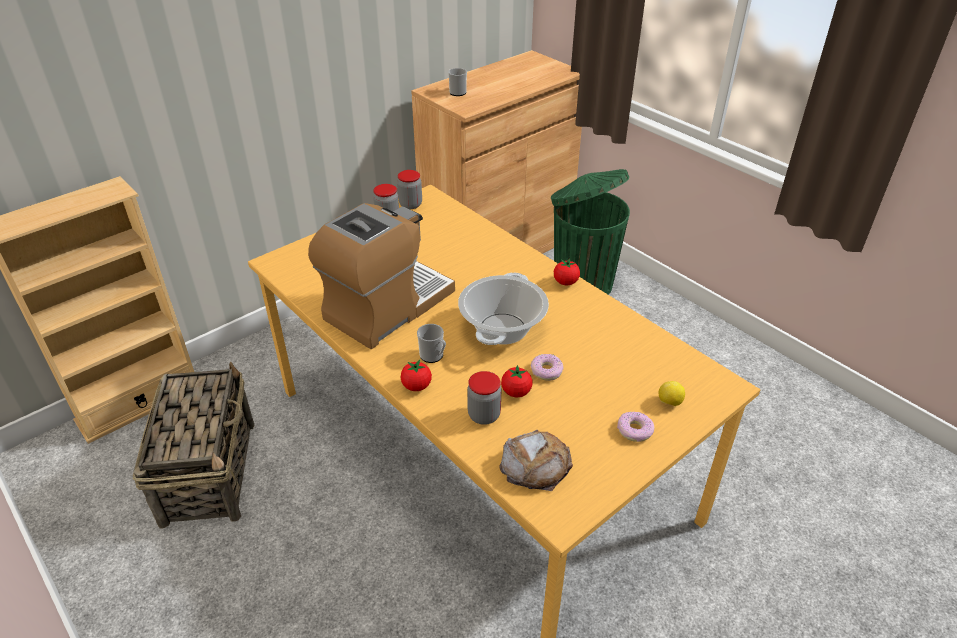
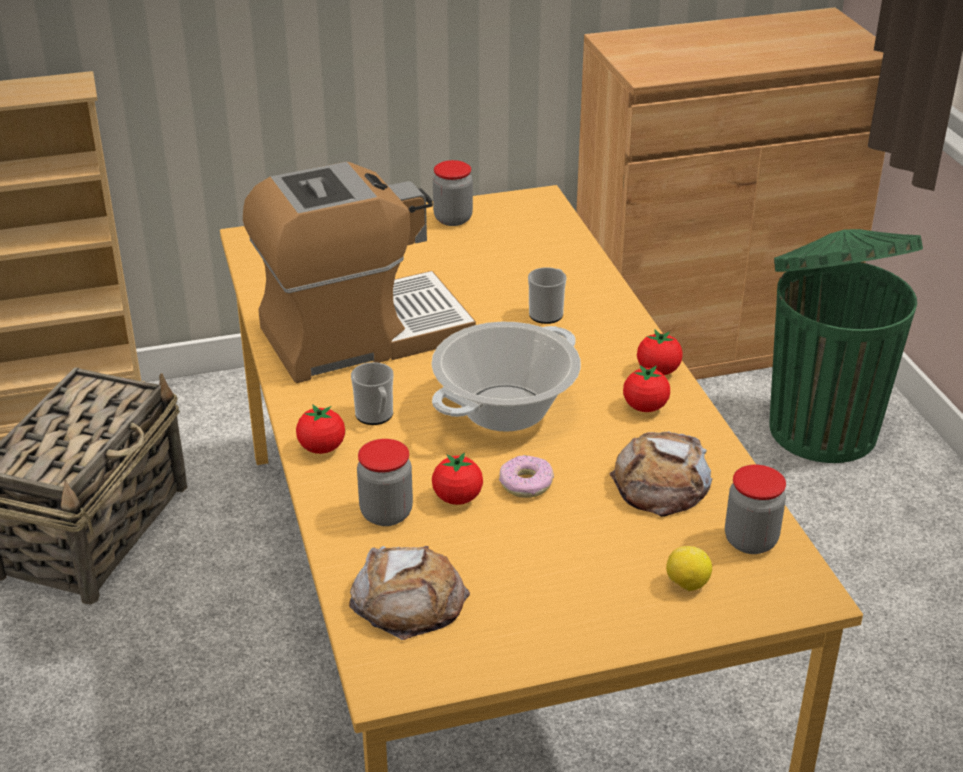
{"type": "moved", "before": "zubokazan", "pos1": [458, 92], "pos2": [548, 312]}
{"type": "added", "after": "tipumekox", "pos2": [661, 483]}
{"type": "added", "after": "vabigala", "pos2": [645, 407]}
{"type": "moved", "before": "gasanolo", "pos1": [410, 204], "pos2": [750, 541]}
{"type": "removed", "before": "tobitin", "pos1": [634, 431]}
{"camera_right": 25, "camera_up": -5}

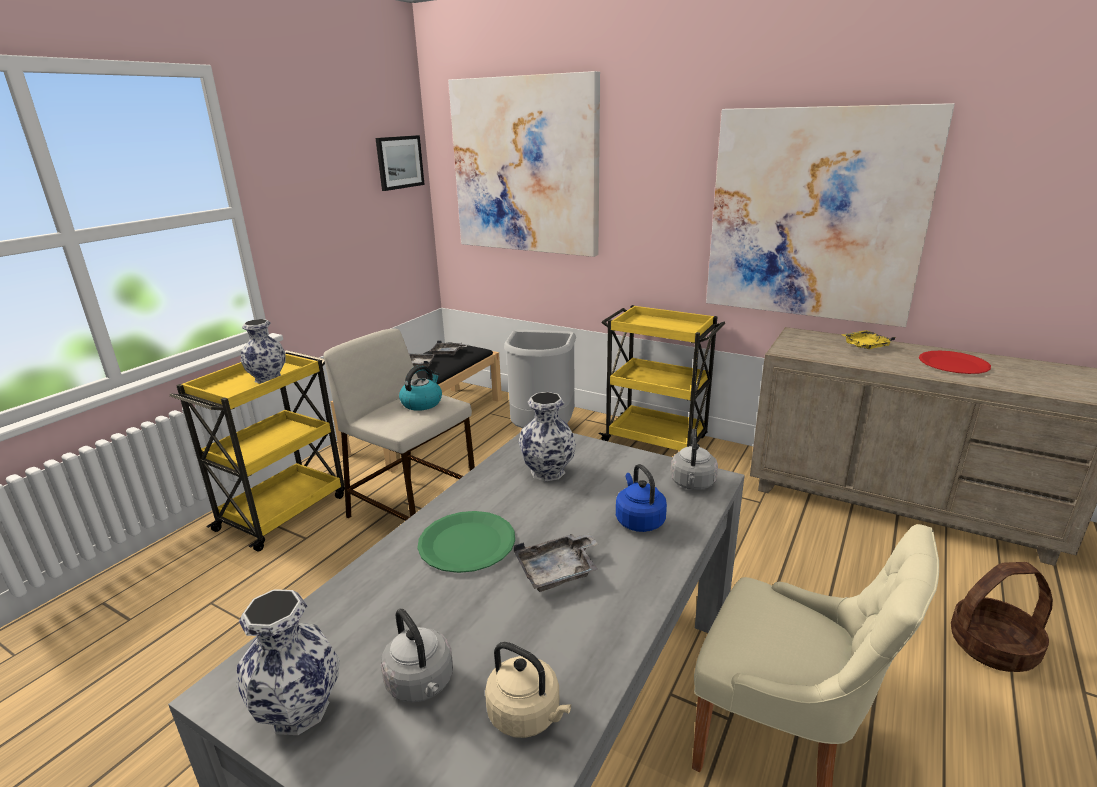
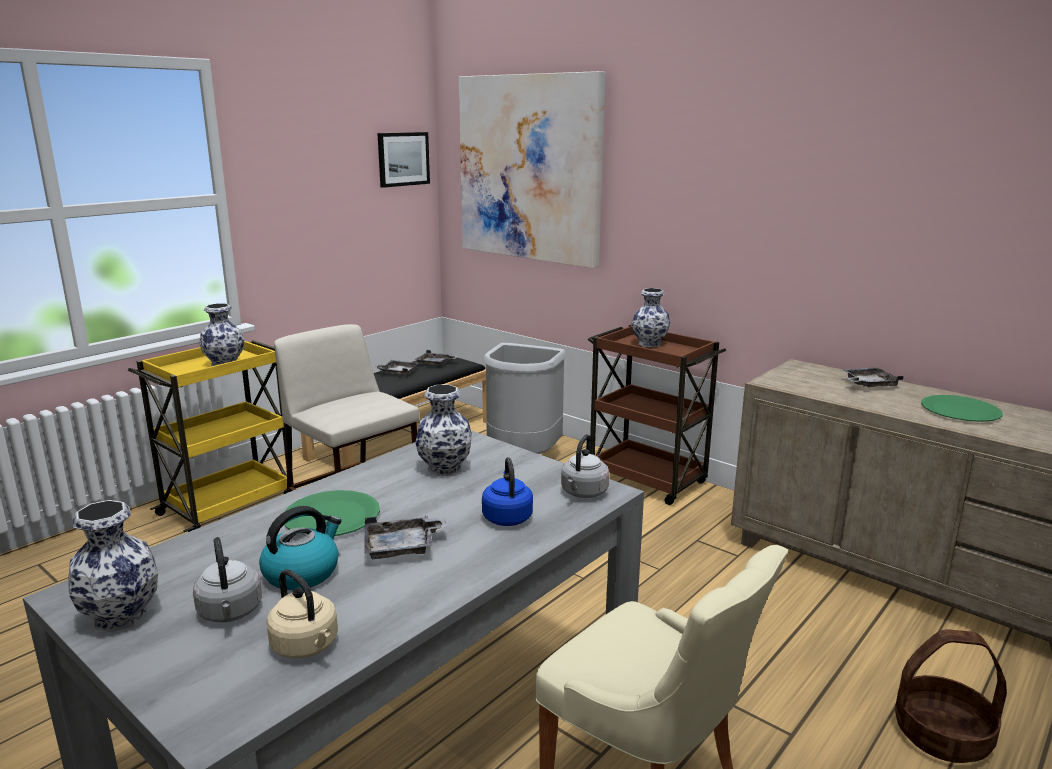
{"type": "moved", "before": "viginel", "pos1": [422, 403], "pos2": [302, 572]}
{"type": "recoloured", "before": "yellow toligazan", "after": "brown toligazan", "pos1": [656, 440], "pos2": [647, 480]}
{"type": "added", "after": "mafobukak", "pos2": [650, 344]}
{"type": "recoloured", "before": "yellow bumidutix", "after": "grey bumidutix", "pos1": [864, 346], "pos2": [868, 384]}
{"type": "recoloured", "before": "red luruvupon", "after": "green luruvupon", "pos1": [953, 364], "pos2": [960, 411]}
{"type": "removed", "before": "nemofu", "pos1": [815, 215]}
{"camera_right": 10, "camera_up": -5}

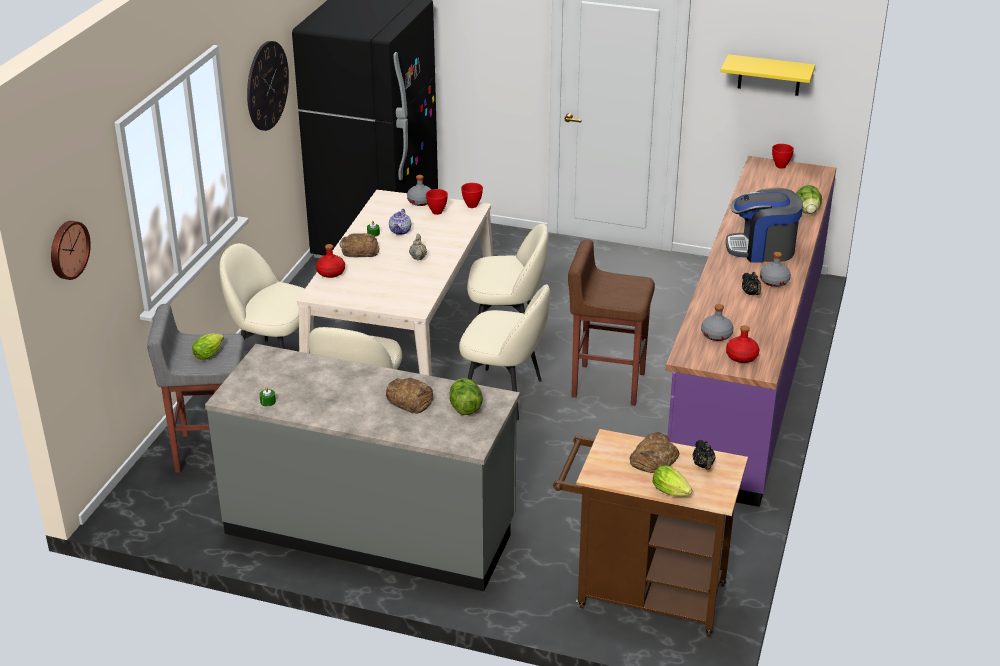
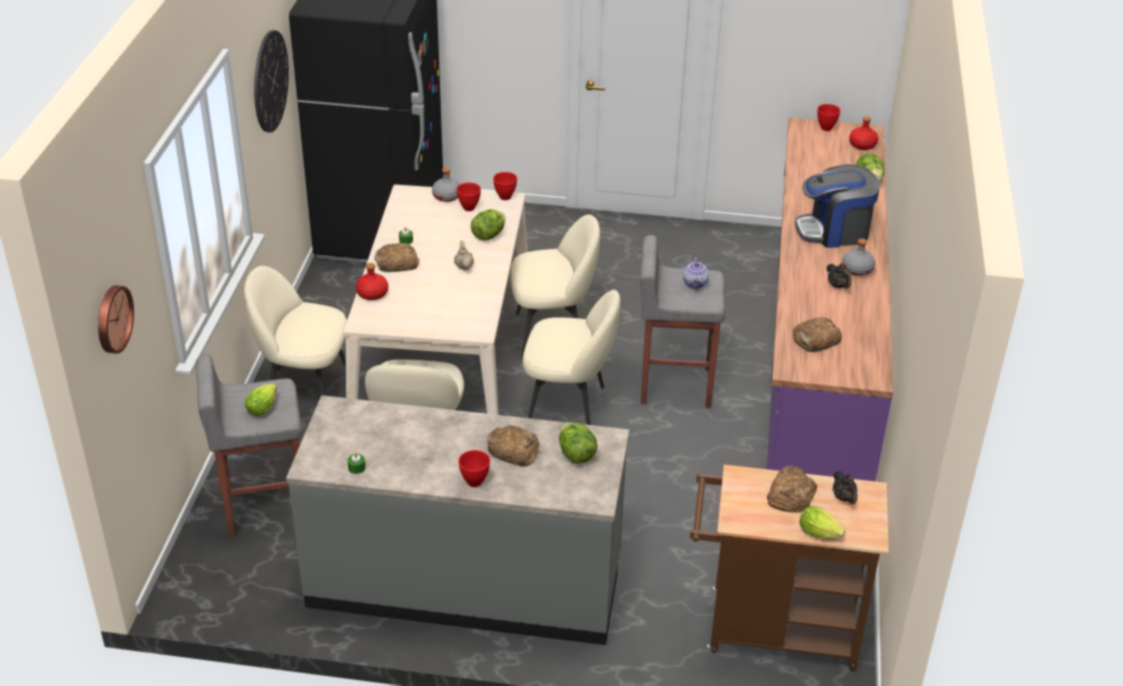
{"type": "added", "after": "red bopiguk", "pos2": [475, 482]}
{"type": "added", "after": "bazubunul", "pos2": [488, 235]}
{"type": "recoloured", "before": "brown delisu", "after": "grey delisu", "pos1": [607, 384], "pos2": [674, 385]}
{"type": "moved", "before": "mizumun", "pos1": [401, 231], "pos2": [695, 284]}
{"type": "replaced", "before": "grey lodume", "after": "tipumekox", "pos1": [716, 335], "pos2": [815, 339]}
{"type": "moved", "before": "red lodume", "pos1": [741, 356], "pos2": [862, 145]}
{"type": "removed", "before": "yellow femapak", "pos1": [769, 75]}
{"camera_right": -10, "camera_up": 5}

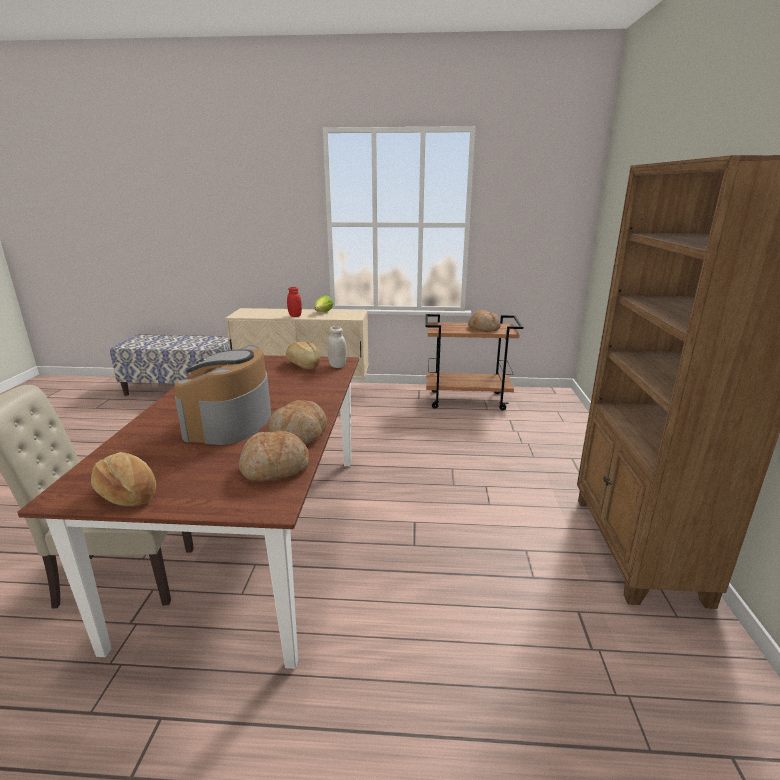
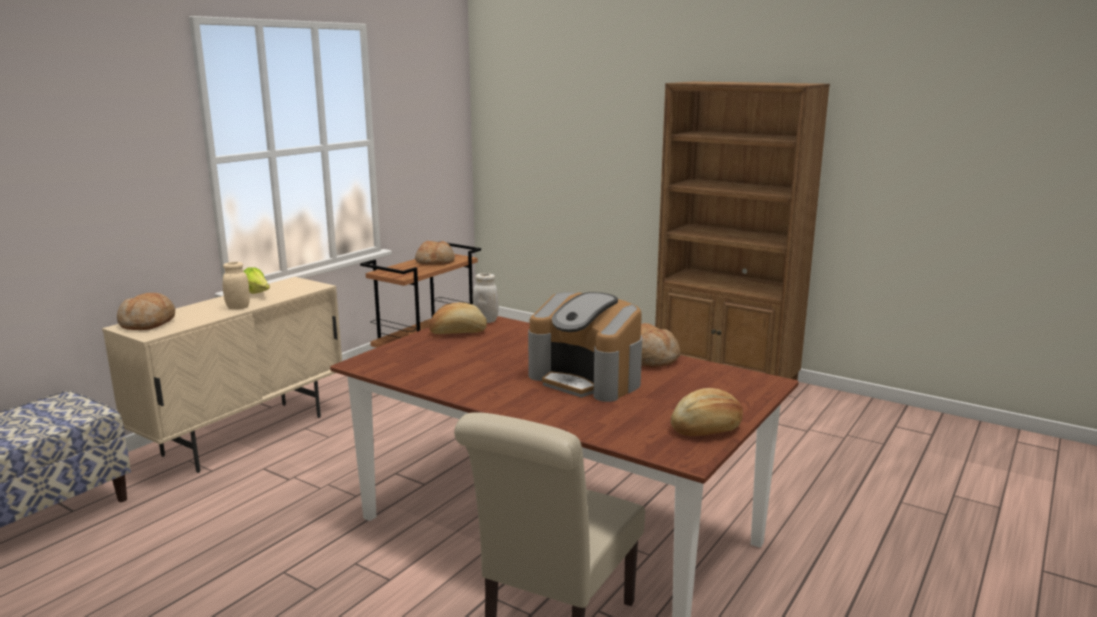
{"type": "moved", "before": "tipumekox", "pos1": [274, 468], "pos2": [148, 323]}
{"type": "recoloured", "before": "red gasanolo", "after": "beige gasanolo", "pos1": [295, 316], "pos2": [238, 307]}
{"camera_right": -60, "camera_up": -5}

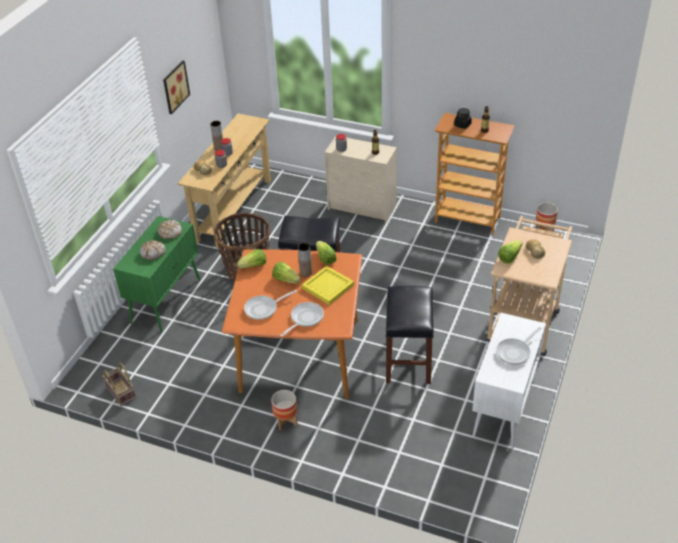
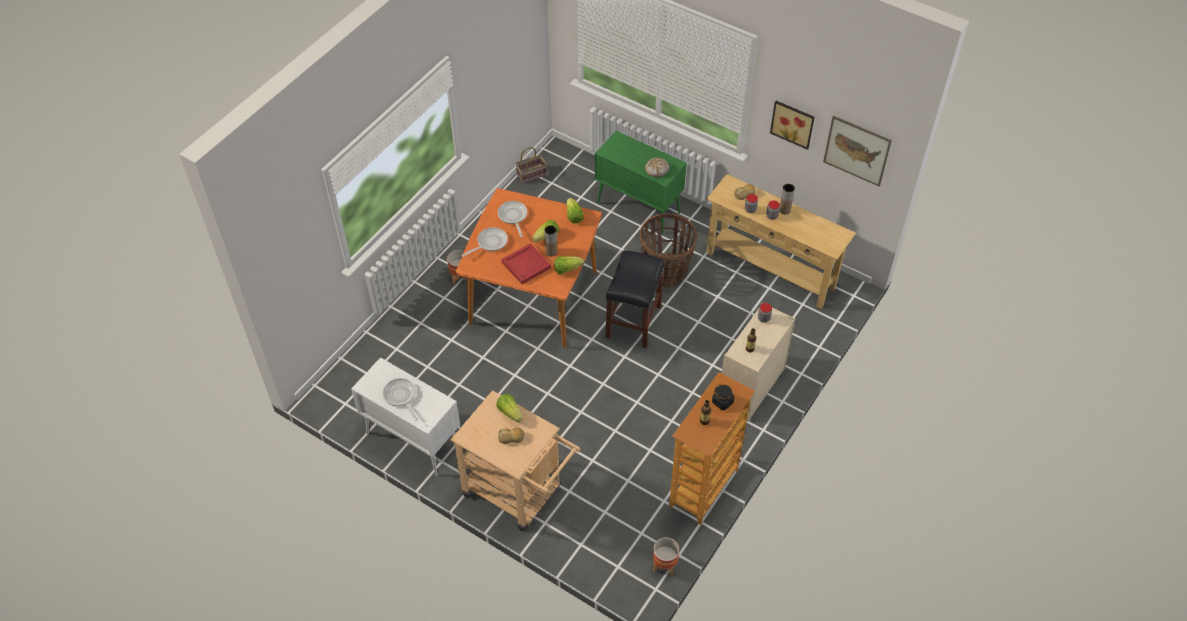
{"type": "turned", "before": "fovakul", "pos1": [305, 319], "pos2": [490, 243], "turn": -90}
{"type": "recoloured", "before": "yellow bumidutix", "after": "red bumidutix", "pos1": [329, 286], "pos2": [526, 265]}
{"type": "added", "after": "nemofu", "pos2": [857, 150]}
{"type": "removed", "before": "tipumekox", "pos1": [153, 253]}
{"type": "removed", "before": "black delisu", "pos1": [409, 362]}
{"camera_right": 100, "camera_up": 10}

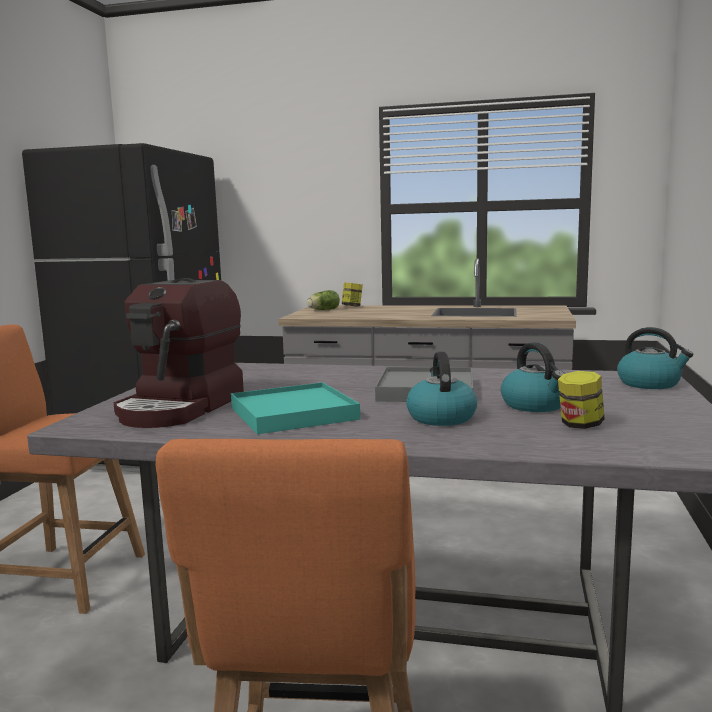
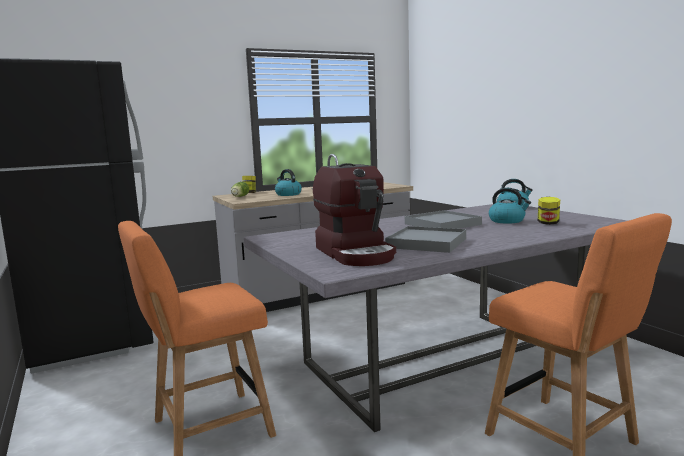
{"type": "moved", "before": "viginel", "pos1": [440, 417], "pos2": [288, 194]}
{"type": "recoloured", "before": "turquoise bumidutix", "after": "grey bumidutix", "pos1": [293, 413], "pos2": [426, 243]}
{"camera_right": -40, "camera_up": 0}

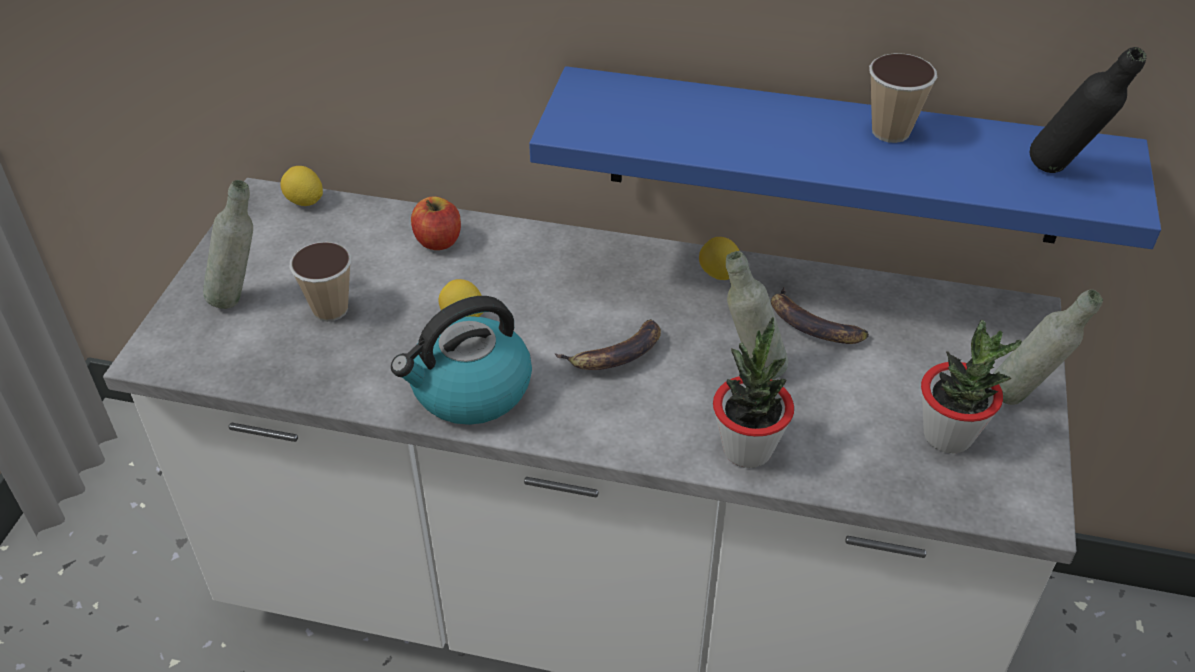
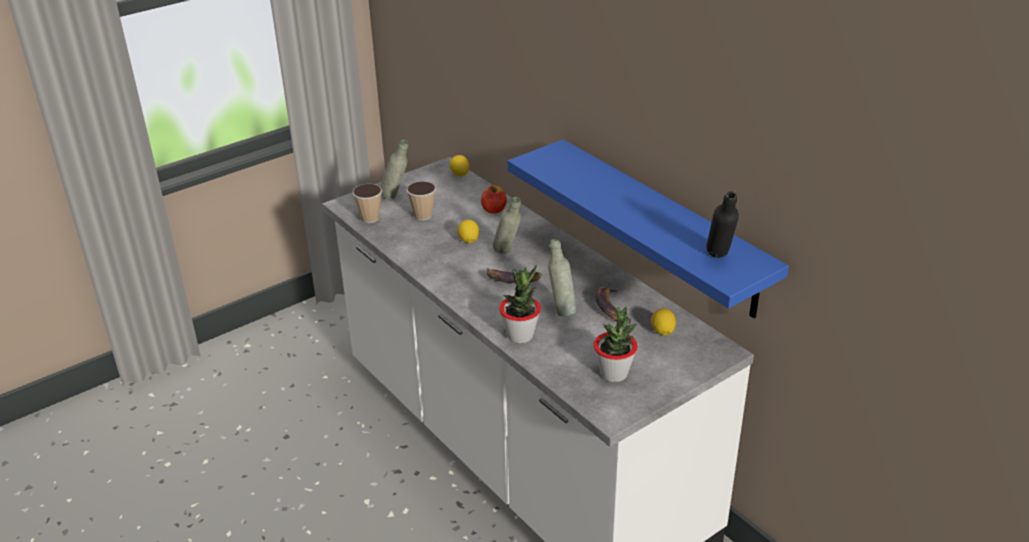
{"type": "moved", "before": "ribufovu", "pos1": [890, 131], "pos2": [370, 218]}
{"type": "moved", "before": "grey lodume", "pos1": [1023, 397], "pos2": [508, 254]}
{"type": "moved", "before": "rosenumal", "pos1": [719, 274], "pos2": [662, 331]}
{"type": "removed", "before": "viginel", "pos1": [469, 390]}
{"camera_right": 40, "camera_up": -10}

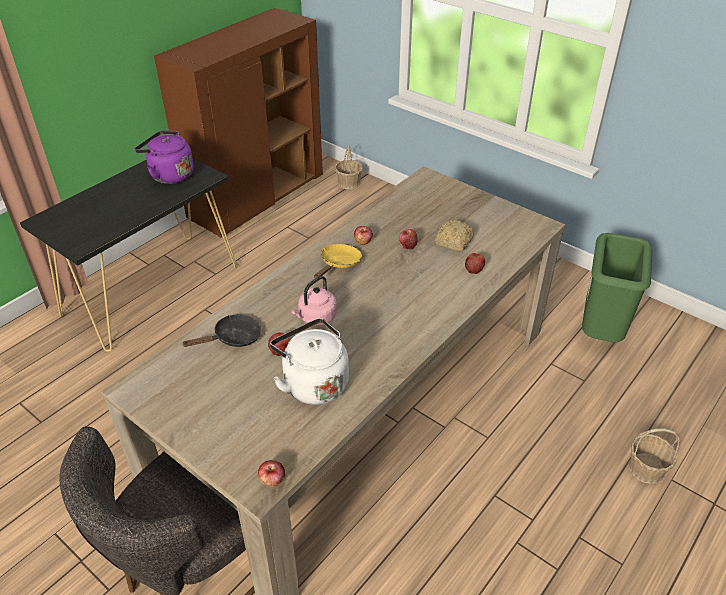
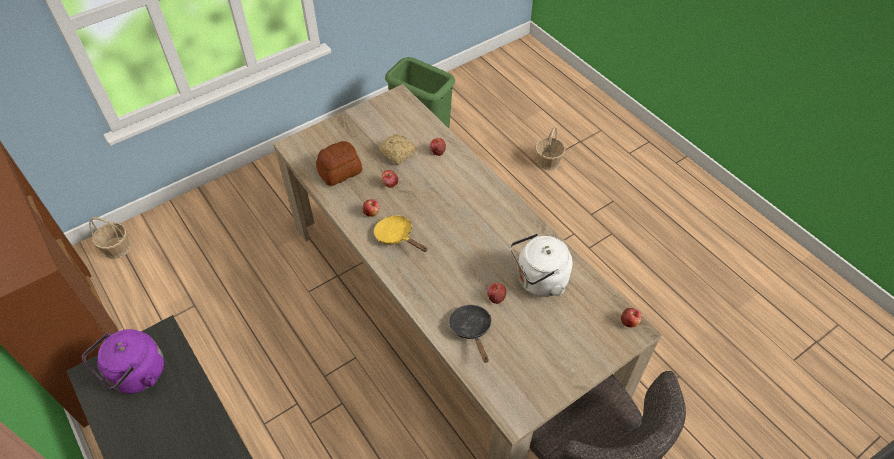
{"type": "added", "after": "tipumekox", "pos2": [339, 172]}
{"type": "removed", "before": "pink viginel", "pos1": [316, 317]}
{"camera_right": -75, "camera_up": 10}

